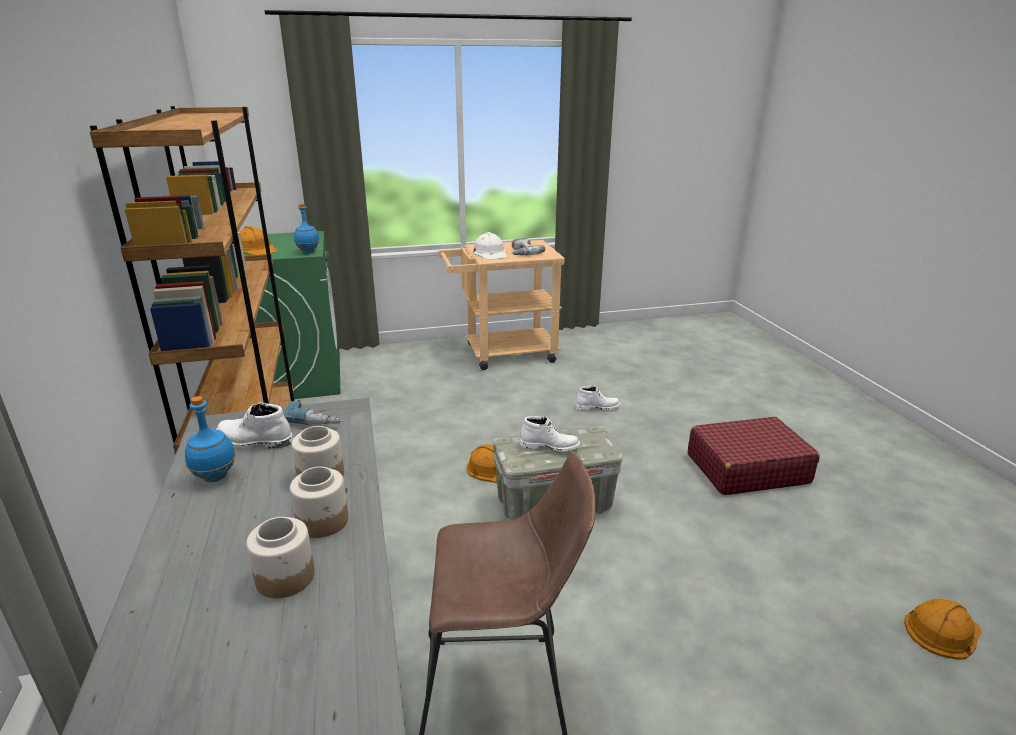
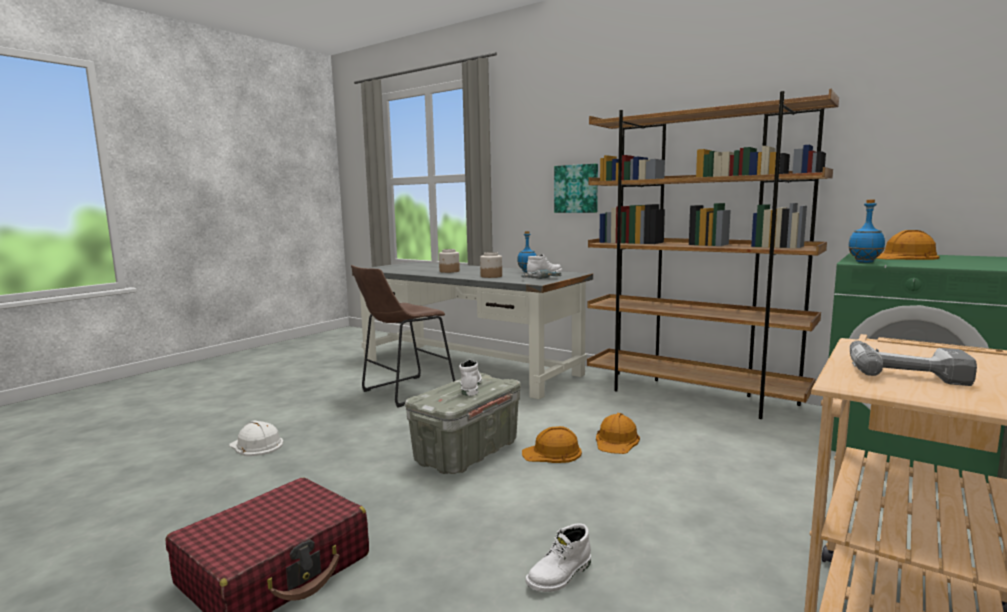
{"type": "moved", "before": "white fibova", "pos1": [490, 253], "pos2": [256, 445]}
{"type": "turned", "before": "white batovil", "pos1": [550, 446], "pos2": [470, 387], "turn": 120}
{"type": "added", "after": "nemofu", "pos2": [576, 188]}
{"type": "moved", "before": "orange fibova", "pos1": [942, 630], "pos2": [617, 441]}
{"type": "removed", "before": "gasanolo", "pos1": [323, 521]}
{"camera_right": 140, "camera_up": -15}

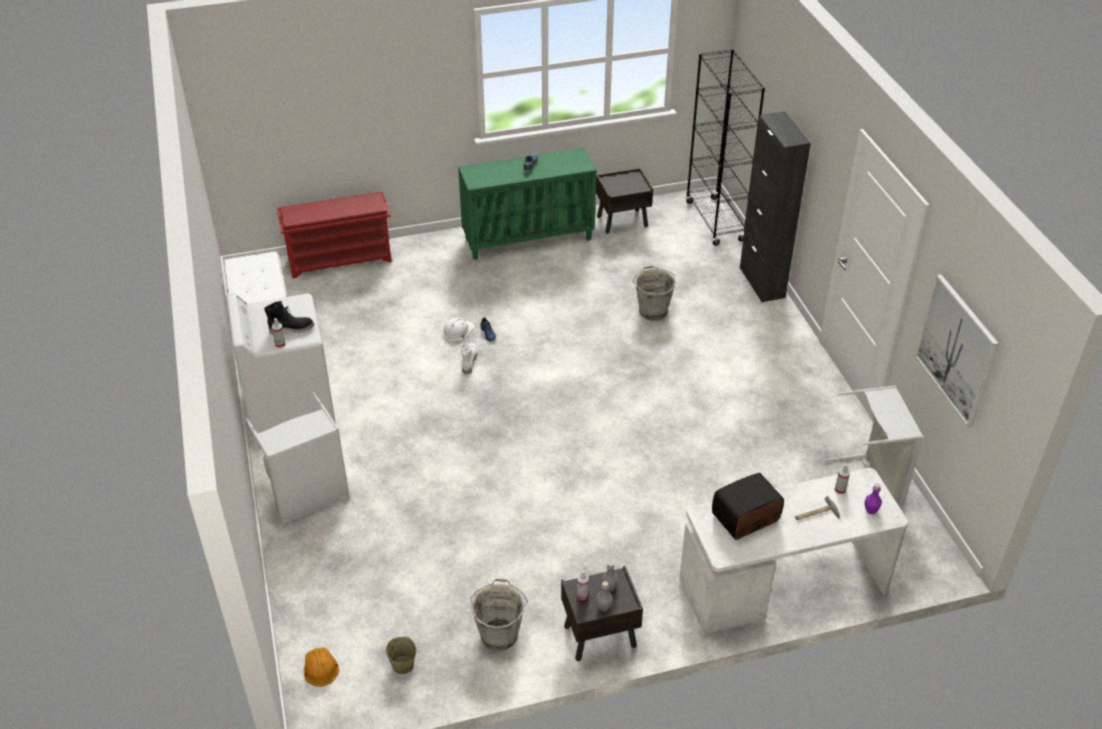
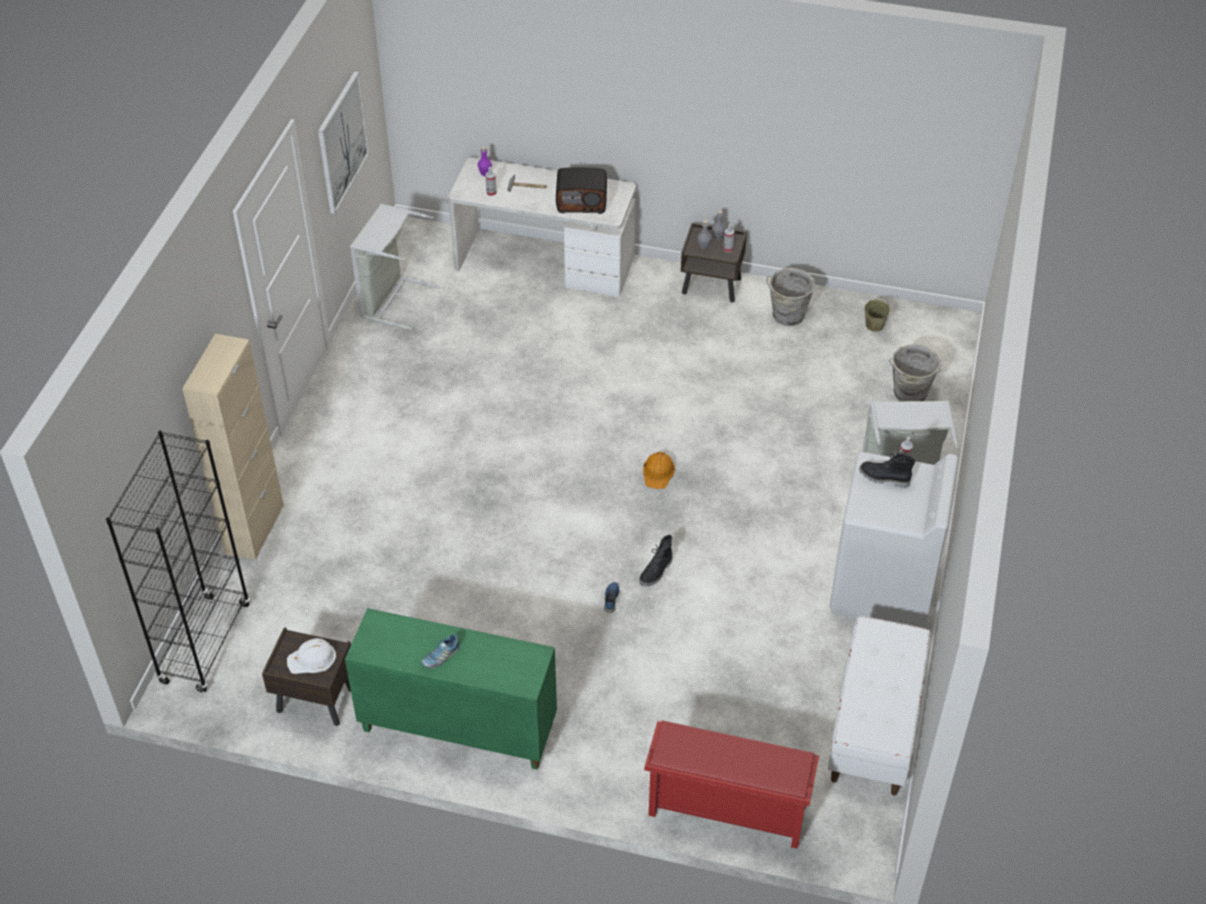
{"type": "recoloured", "before": "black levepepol", "after": "beige levepepol", "pos1": [762, 282], "pos2": [254, 529]}
{"type": "moved", "before": "white fibova", "pos1": [457, 331], "pos2": [312, 659]}
{"type": "recoloured", "before": "white batovil", "after": "black batovil", "pos1": [468, 361], "pos2": [656, 572]}
{"type": "moved", "before": "orange fibova", "pos1": [320, 667], "pos2": [658, 472]}
{"type": "moved", "before": "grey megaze", "pos1": [652, 311], "pos2": [909, 394]}
{"camera_right": -150, "camera_up": 5}

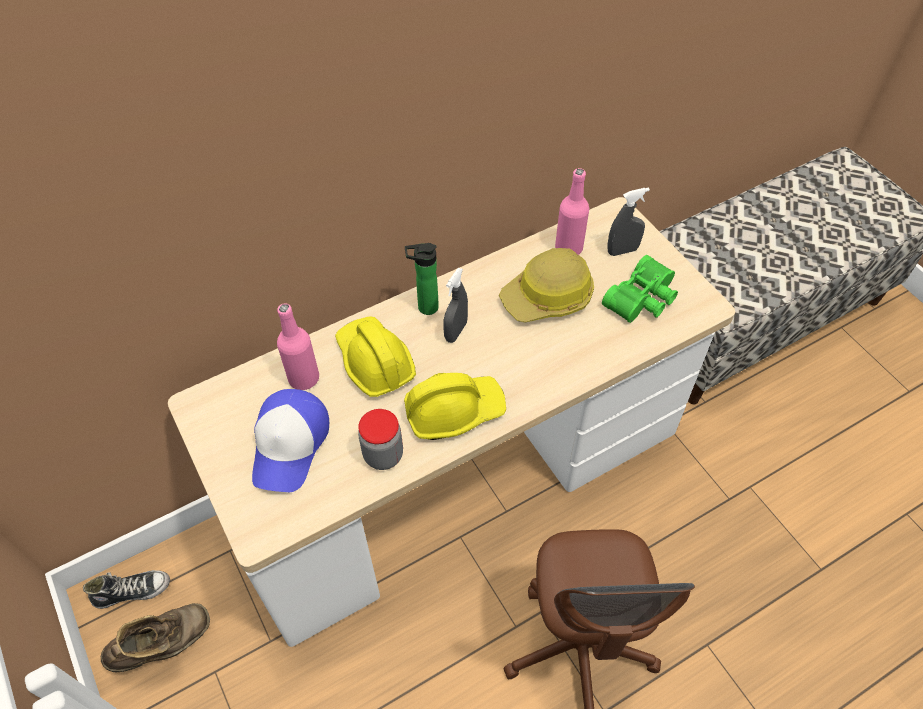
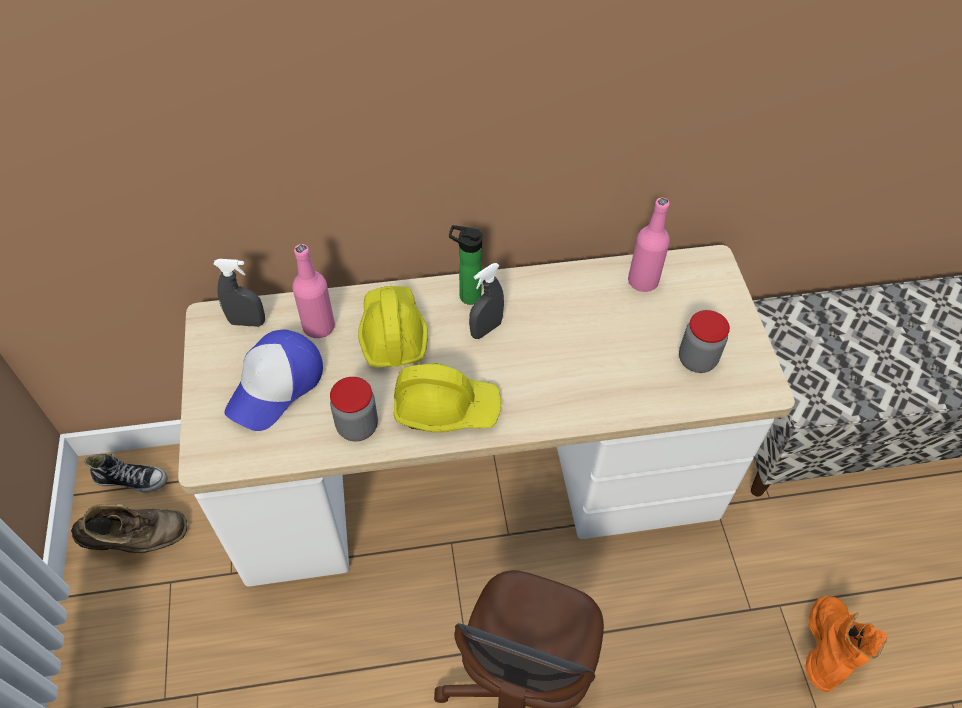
{"type": "moved", "before": "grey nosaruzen", "pos1": [622, 250], "pos2": [247, 322]}
{"type": "replaced", "before": "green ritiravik", "after": "gasanolo", "pos1": [643, 300], "pos2": [697, 360]}
{"type": "added", "after": "orange batovil", "pos2": [823, 651]}
{"type": "removed", "before": "fibova", "pos1": [548, 297]}
{"camera_right": 20, "camera_up": 0}

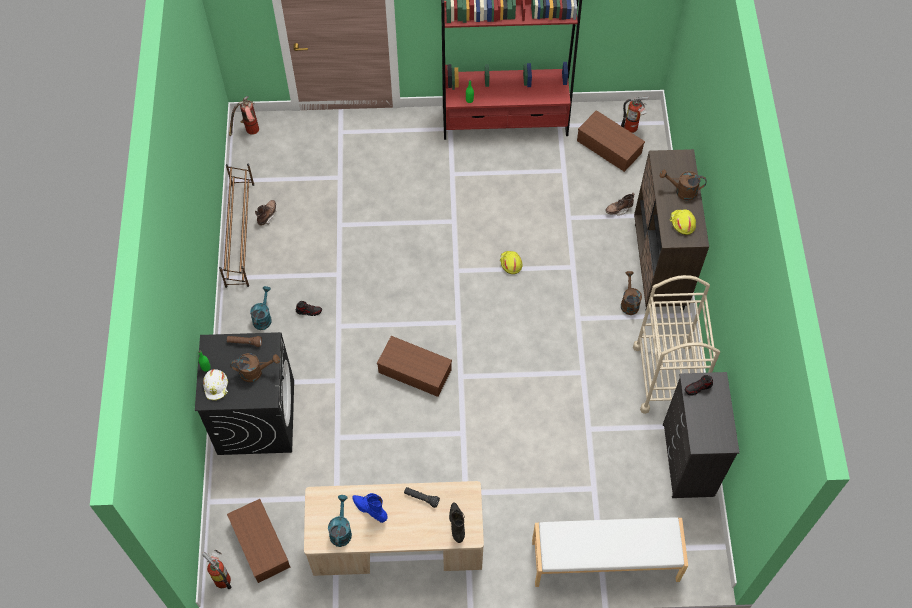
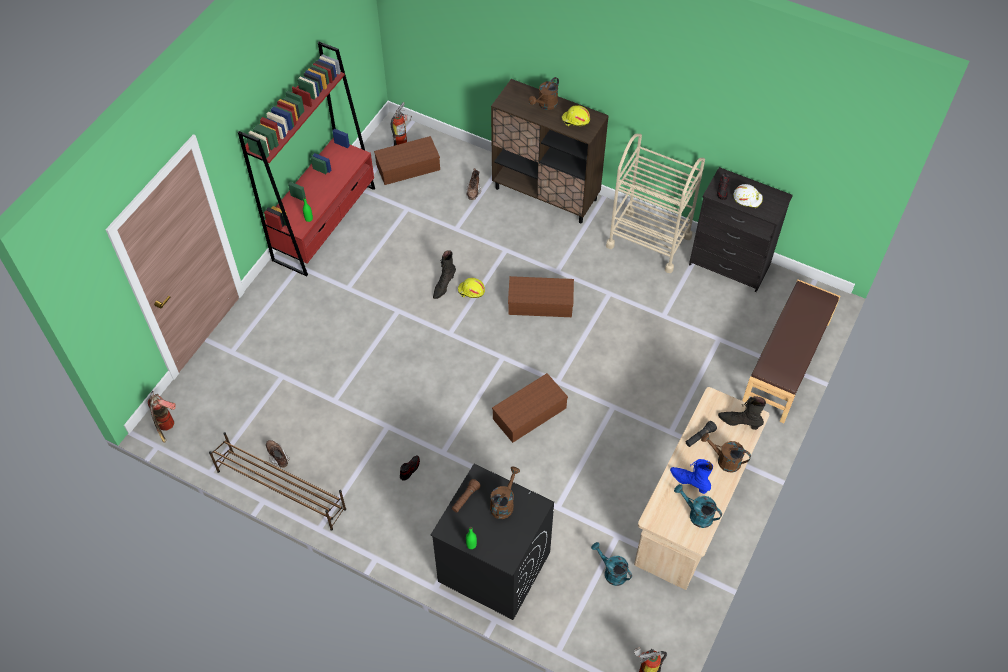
{"type": "added", "after": "black batovil", "pos2": [443, 286]}
{"type": "moved", "before": "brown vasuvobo", "pos1": [259, 544], "pos2": [539, 303]}
{"type": "moved", "before": "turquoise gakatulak", "pos1": [263, 317], "pos2": [611, 572]}
{"type": "turned", "before": "blue batovil", "pos1": [370, 510], "pos2": [689, 482], "turn": 60}
{"type": "moved", "before": "brown gakatulak", "pos1": [629, 302], "pos2": [724, 460]}
{"type": "moved", "before": "white fibova", "pos1": [216, 386], "pos2": [747, 198]}
{"type": "recoloured", "before": "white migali", "after": "brown migali", "pos1": [605, 561], "pos2": [786, 364]}
{"camera_right": -60, "camera_up": -5}

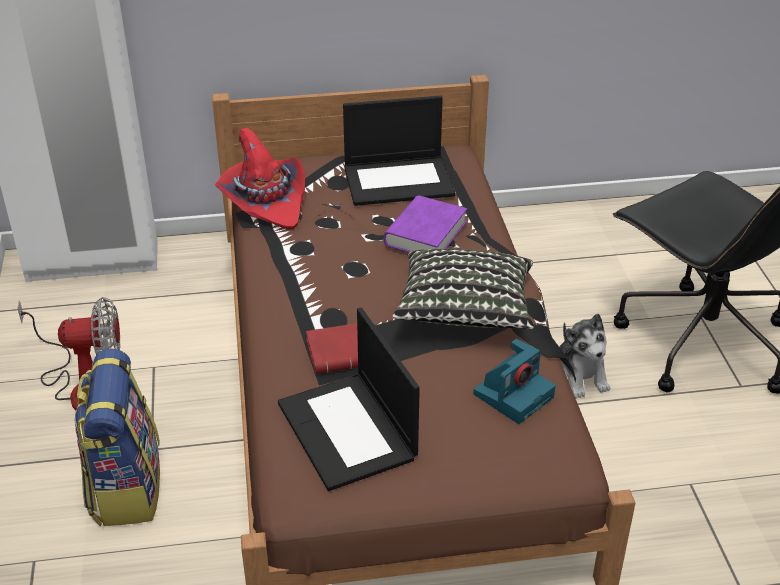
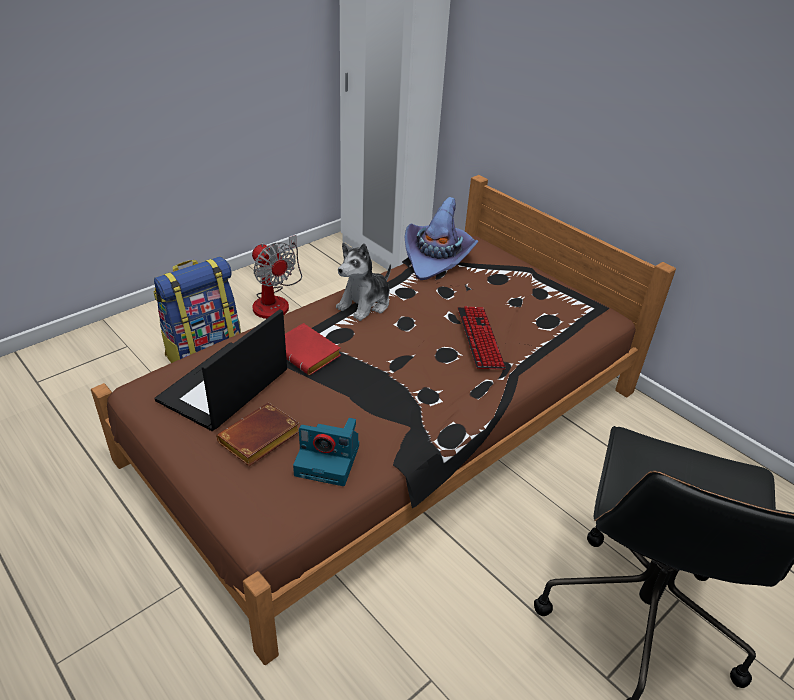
{"type": "added", "after": "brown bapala", "pos2": [259, 440]}
{"type": "moved", "before": "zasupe", "pos1": [579, 375], "pos2": [365, 304]}
{"type": "recoloured", "before": "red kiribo", "after": "purple kiribo", "pos1": [265, 201], "pos2": [437, 258]}
{"type": "replaced", "before": "purple bapala", "after": "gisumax", "pos1": [425, 234], "pos2": [480, 338]}
{"type": "removed", "before": "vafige", "pos1": [399, 180]}
{"type": "removed", "before": "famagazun", "pos1": [464, 311]}
{"camera_right": 55, "camera_up": 0}

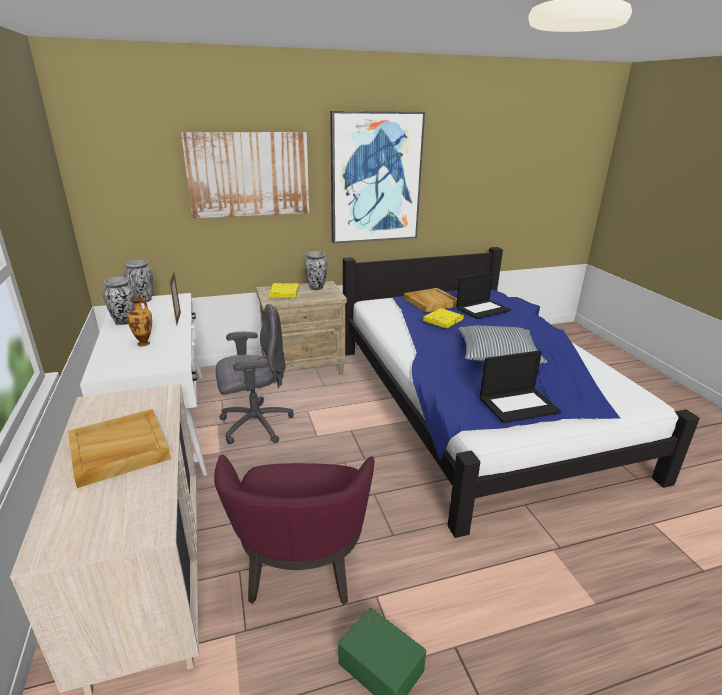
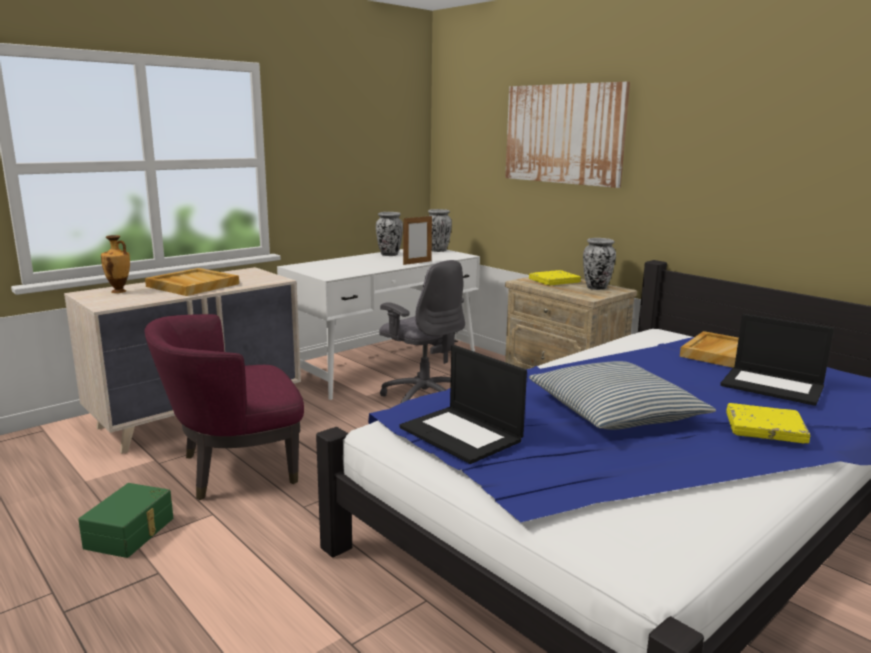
{"type": "moved", "before": "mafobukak", "pos1": [144, 343], "pos2": [119, 291]}
{"type": "moved", "before": "yellow bapala", "pos1": [443, 321], "pos2": [765, 428]}
{"type": "removed", "before": "nemofu", "pos1": [375, 178]}
{"camera_right": 65, "camera_up": -10}

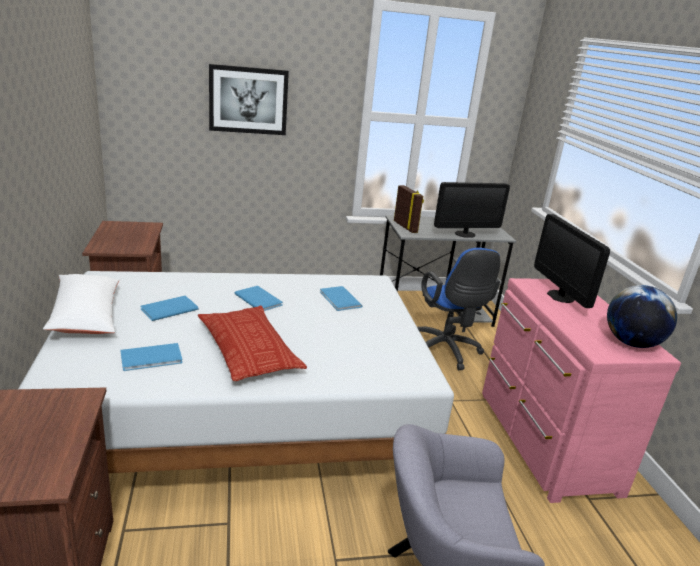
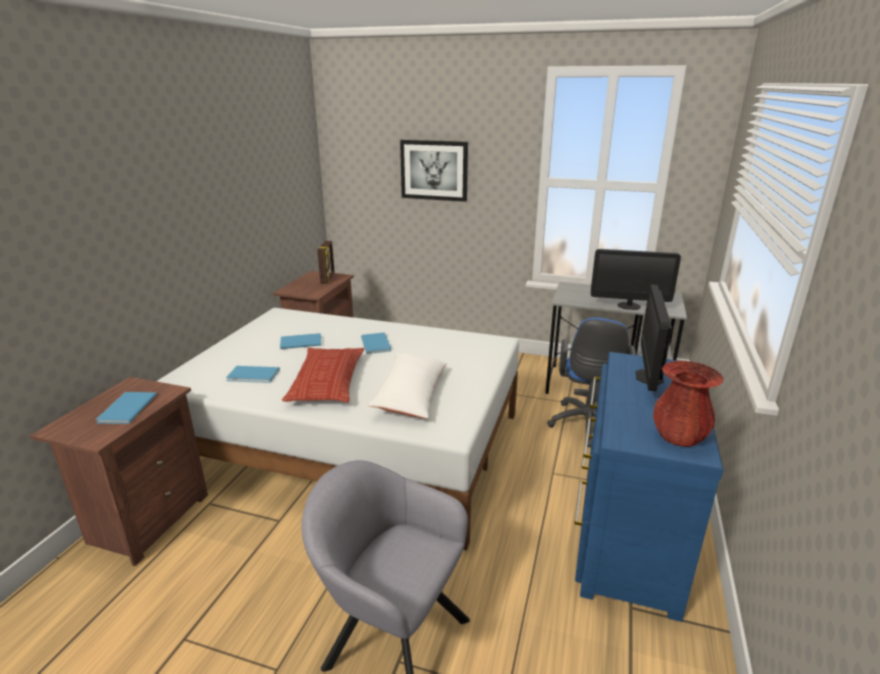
{"type": "moved", "before": "blue bapala", "pos1": [339, 300], "pos2": [125, 409]}
{"type": "moved", "before": "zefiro", "pos1": [406, 227], "pos2": [328, 279]}
{"type": "moved", "before": "white famagazun", "pos1": [86, 314], "pos2": [411, 394]}
{"type": "recoloured", "before": "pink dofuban", "after": "blue dofuban", "pos1": [543, 442], "pos2": [624, 537]}
{"type": "replaced", "before": "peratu", "after": "red mafobukak", "pos1": [631, 343], "pos2": [678, 437]}
{"camera_right": 30, "camera_up": 0}

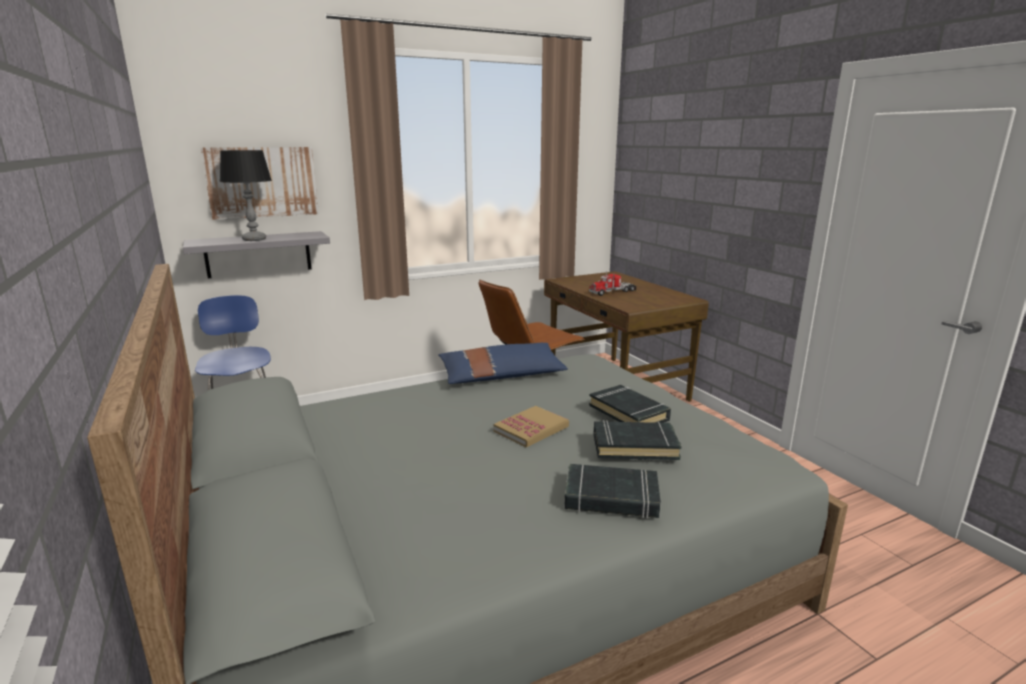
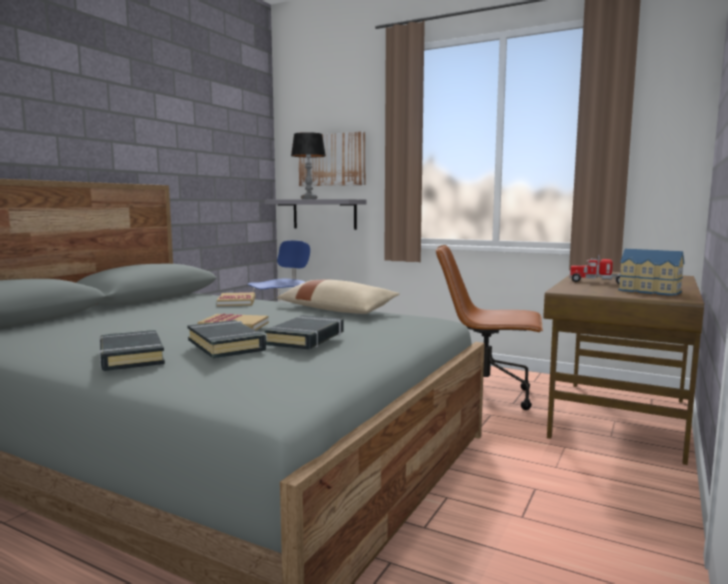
{"type": "added", "after": "bapala", "pos2": [237, 301]}
{"type": "recoloured", "before": "blue famagazun", "after": "beige famagazun", "pos1": [501, 375], "pos2": [336, 309]}
{"type": "added", "after": "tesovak", "pos2": [649, 291]}
{"camera_right": 55, "camera_up": -10}

